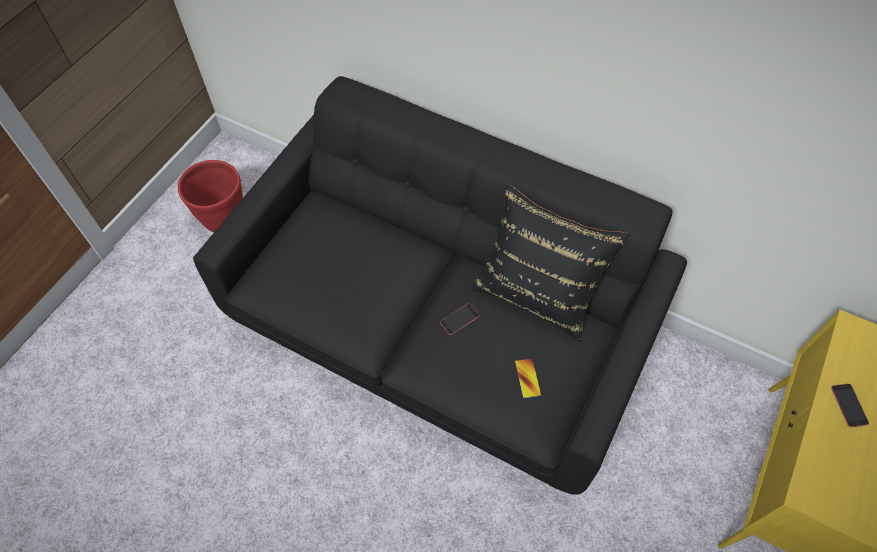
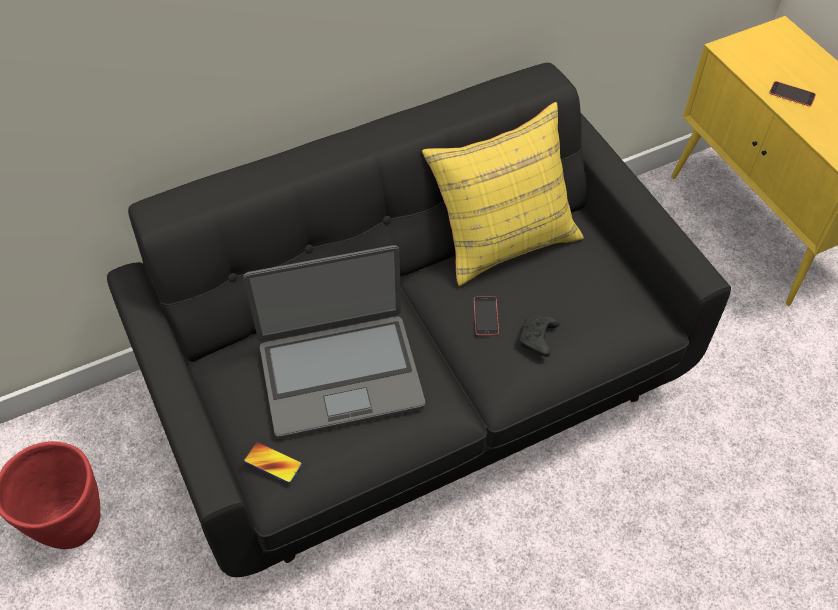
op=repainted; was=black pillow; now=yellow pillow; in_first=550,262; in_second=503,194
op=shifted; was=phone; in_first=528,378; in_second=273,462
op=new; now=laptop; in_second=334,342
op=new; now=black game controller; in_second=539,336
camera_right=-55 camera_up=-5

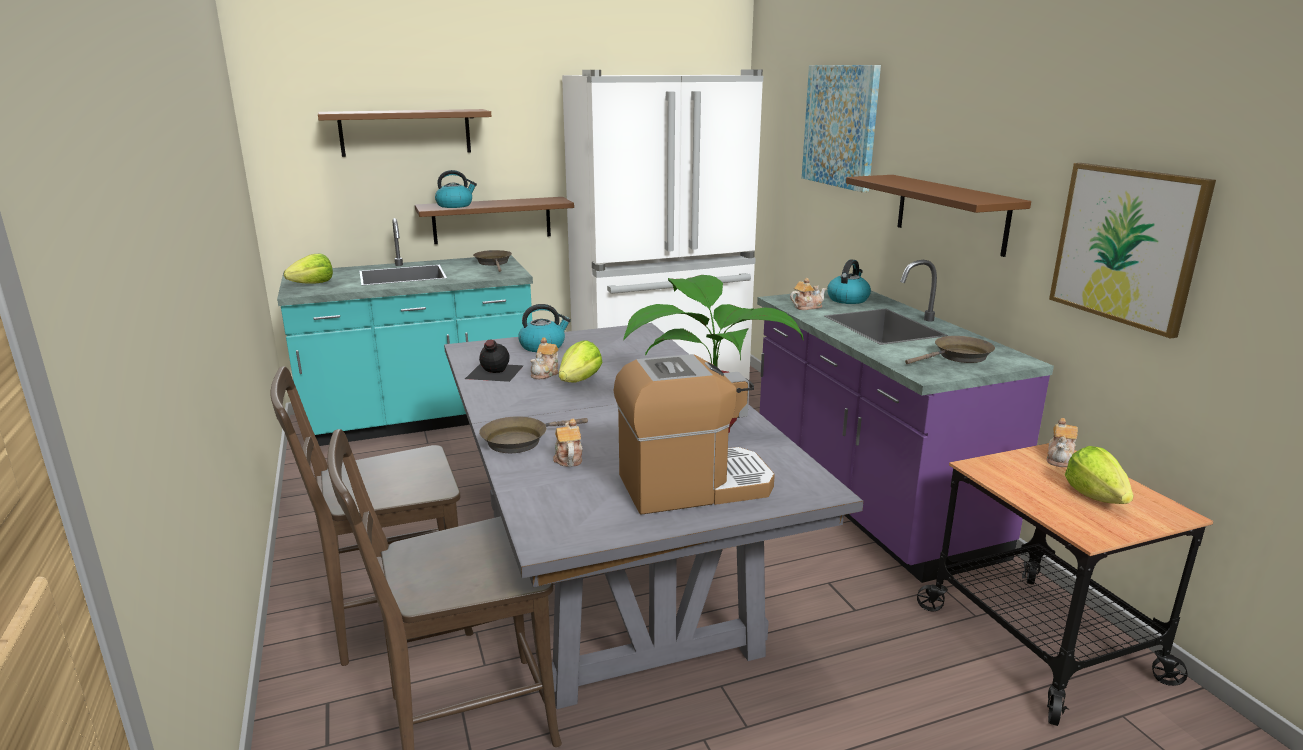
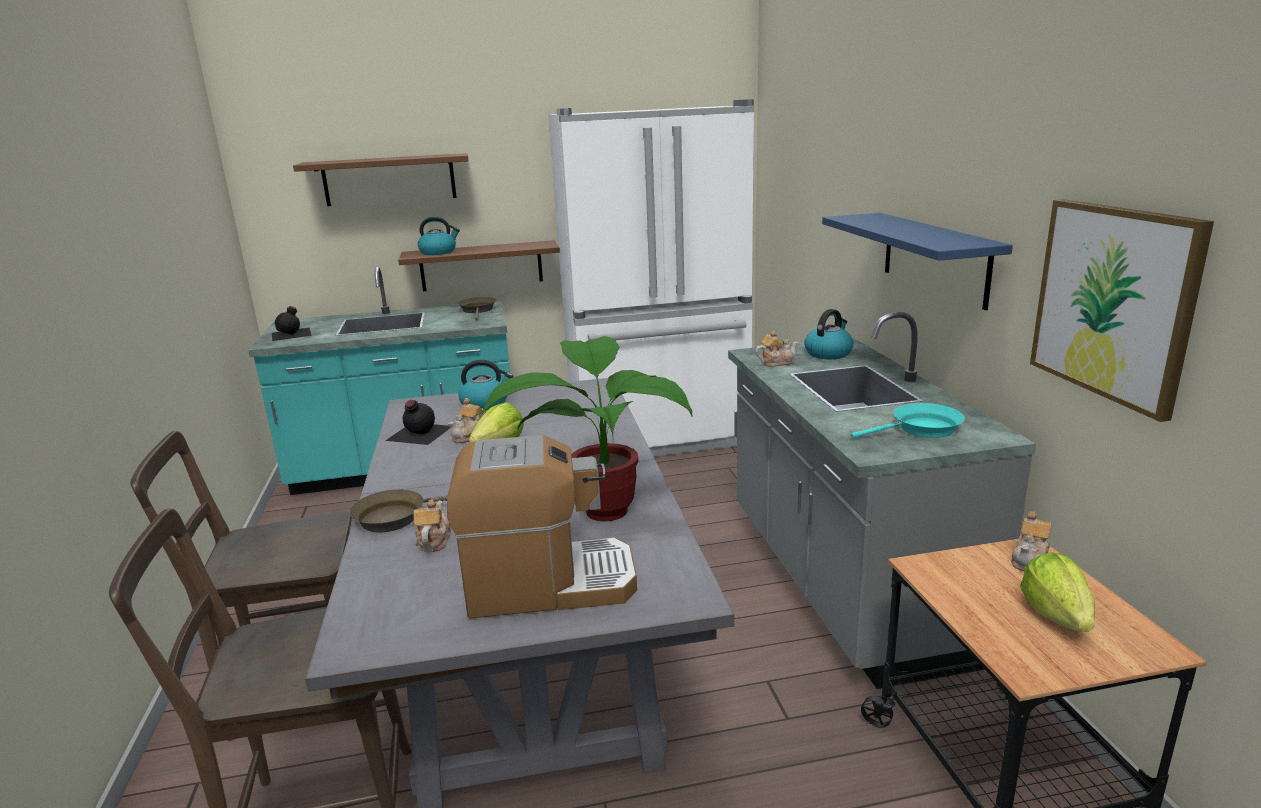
op=swapped; was=lettuce; now=black bottle; in_first=308,269; in_second=292,323
op=repainted; was=purple counter; now=grey counter; in_first=905,421; in_second=882,500
op=gone; was=picture; in_first=841,129
op=repainted; was=brown shelf; now=blue shelf; in_first=938,216; in_second=917,261
op=repainted; was=brown frying pan; now=turquoise frying pan; in_first=950,350; in_second=908,420
camera_right=10 camera_up=0

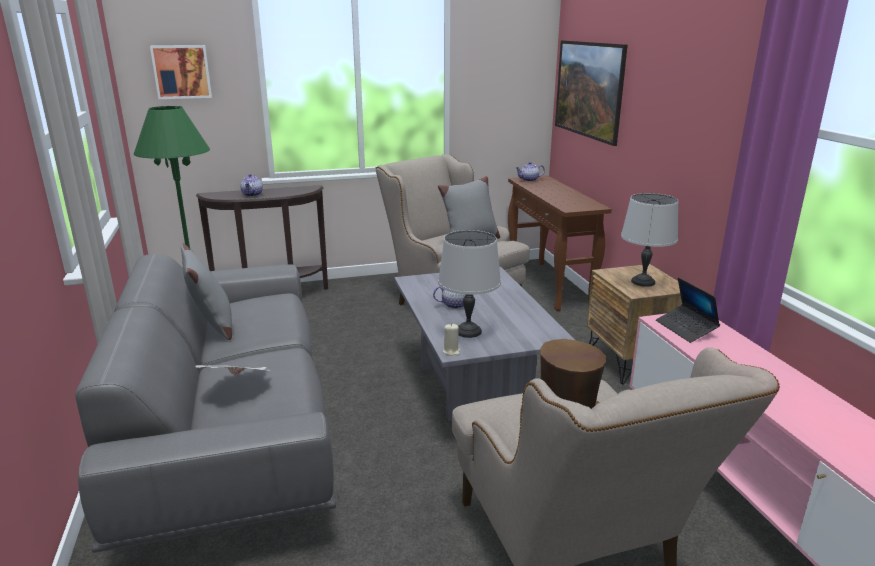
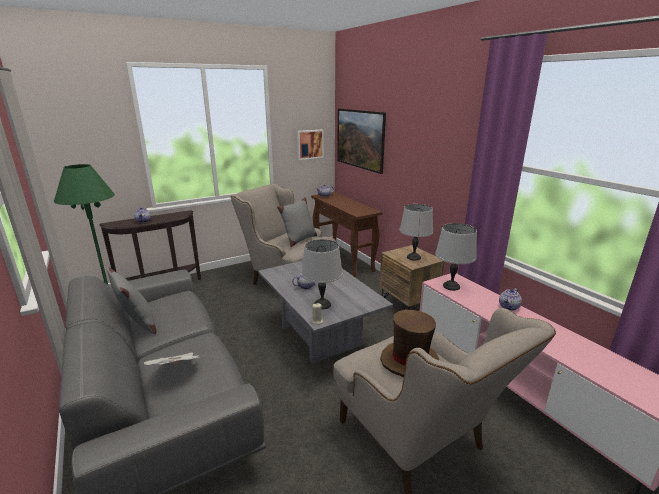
op=shifted; was=picture; in_first=181,72; in_second=310,144
op=swapped; was=laptop; now=grey table lamp; in_first=688,310; in_second=456,257
op=new; now=teapot; in_second=510,299
camera_right=-15 camera_up=0

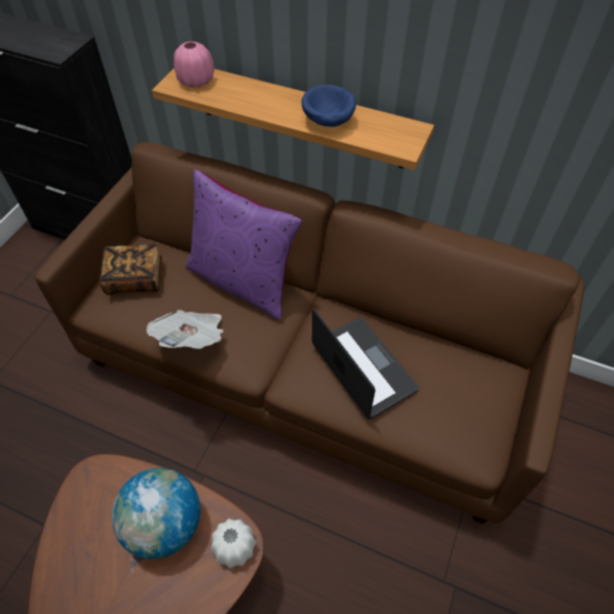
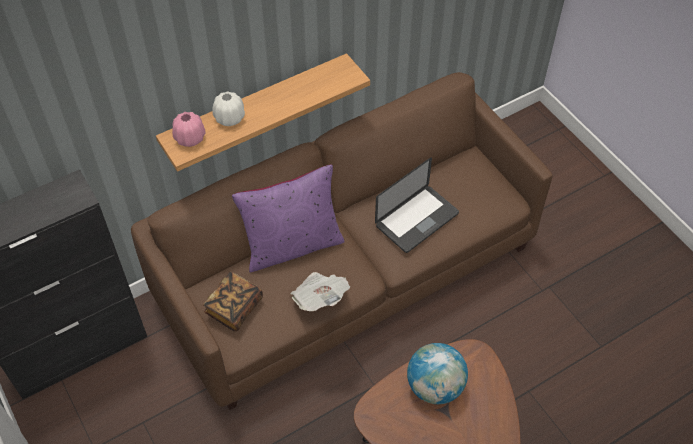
op=shifted; was=white vase; in_first=233,544; in_second=228,109
op=gone; was=blue bowl; in_first=329,105
op=rotated; was=laptop; in_first=365,363; in_second=417,205; clockwise=135
camera_right=-55 camera_up=0

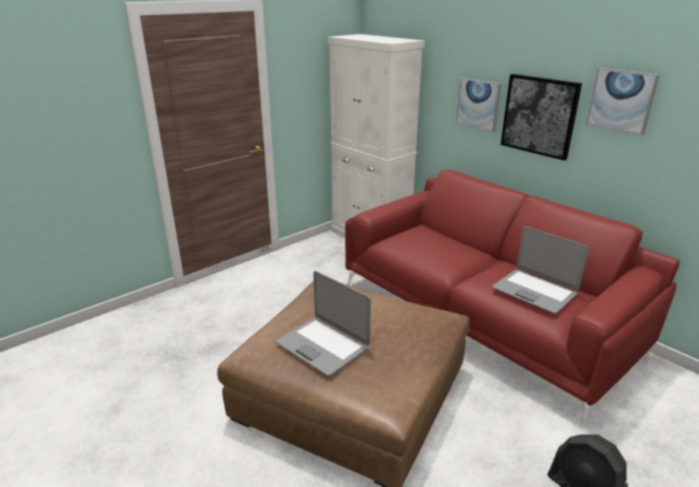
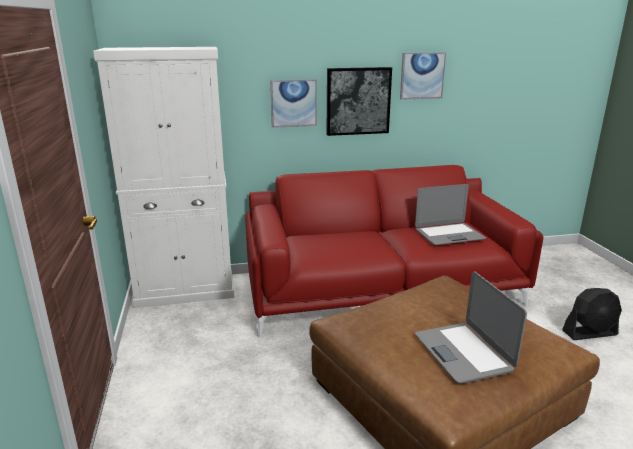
op=rotated; was=laptop; in_first=323,323; in_second=471,327; clockwise=90
camera_right=-60 camera_up=-5

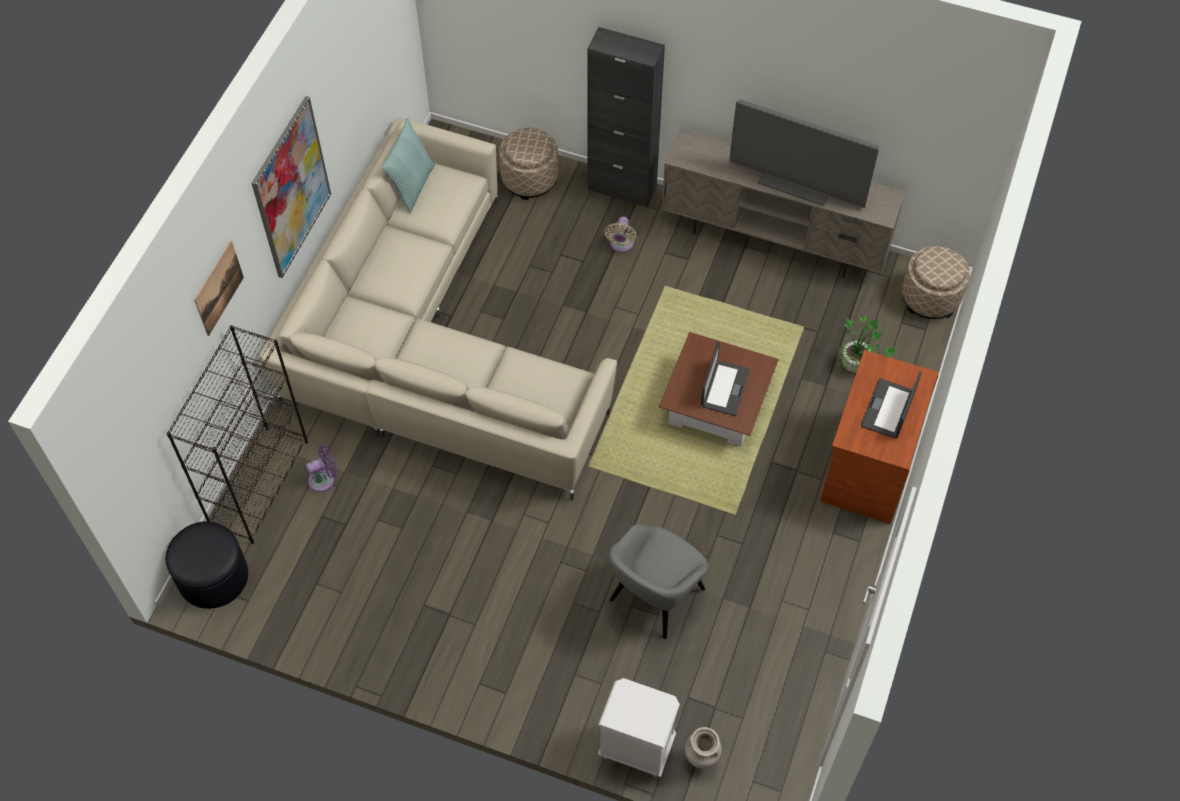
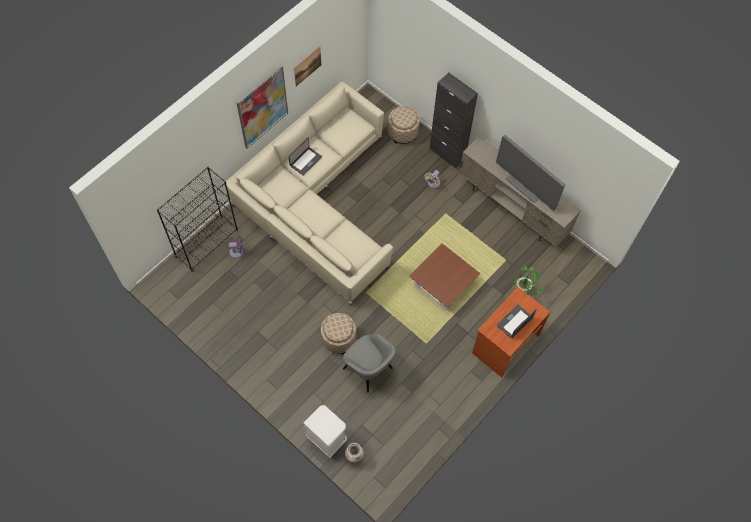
op=gone; was=black ottoman; in_first=207,565
op=shifted; was=picture; in_first=219,288; in_second=307,66
op=gone; was=pillow; in_first=408,165
op=rotated; was=grey armchair; in_first=658,581; in_second=369,363; clockwise=-105
op=shifted; was=laptop; in_first=725,379; in_second=305,157
op=shifted; was=beige ottoman; in_first=936,282; in_second=338,333
camera_right=20 camera_up=5

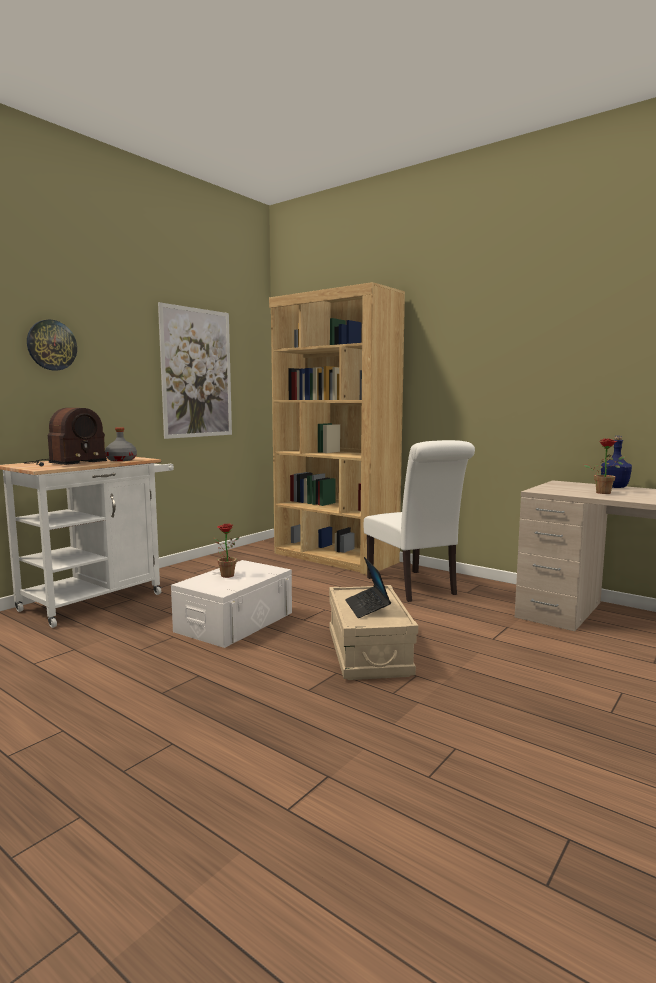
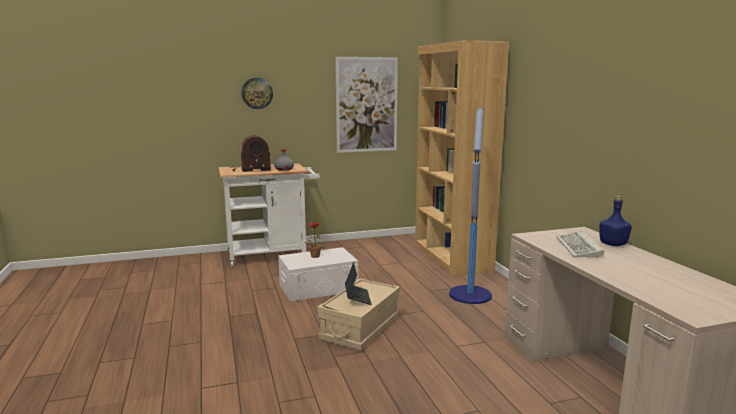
op=rotated; was=laptop; in_first=368,587; in_second=358,283; clockwise=150
op=swapped; was=white chair; now=floor lamp; in_first=419,521; in_second=470,206
op=swapped; was=potted plant; now=keyboard; in_first=604,466; in_second=580,244
camera_right=35 camera_up=5

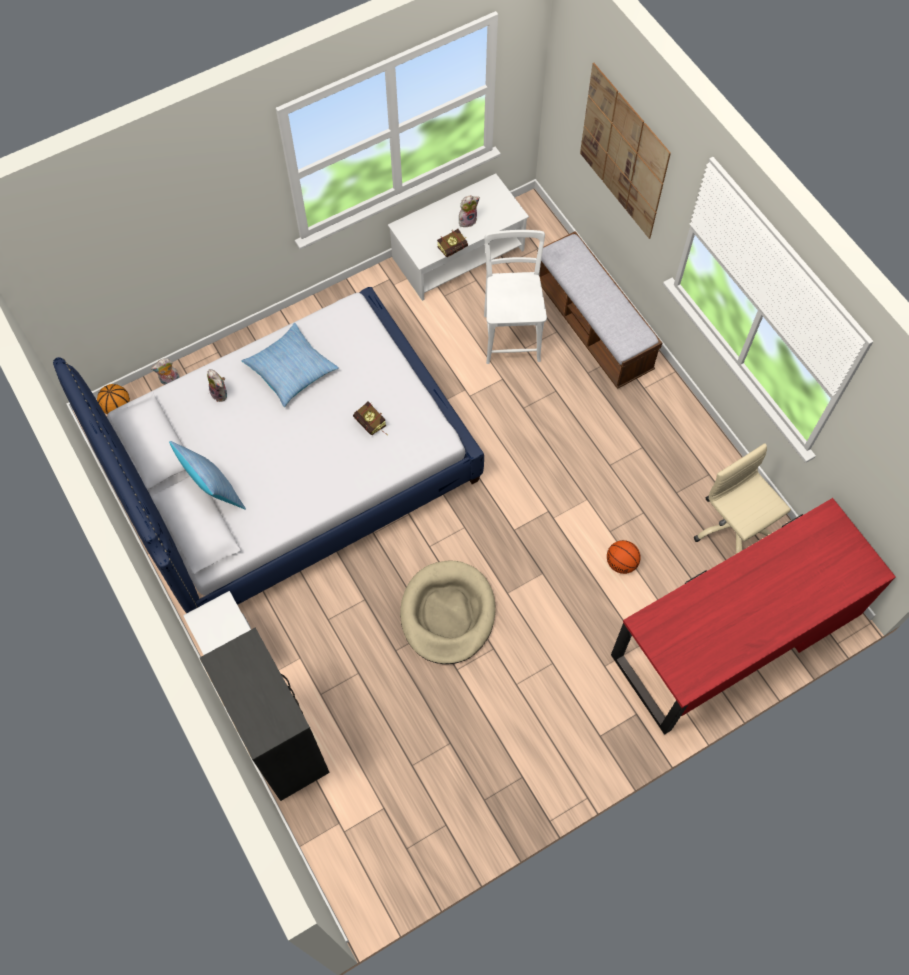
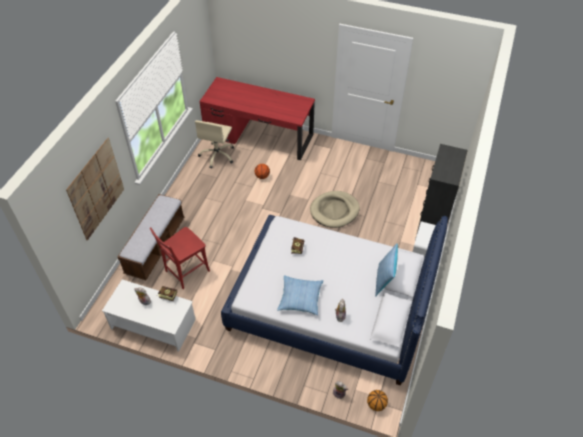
op=repainted; was=white chair; now=red chair; in_first=515,297; in_second=180,258
camera_right=-130 camera_up=-15

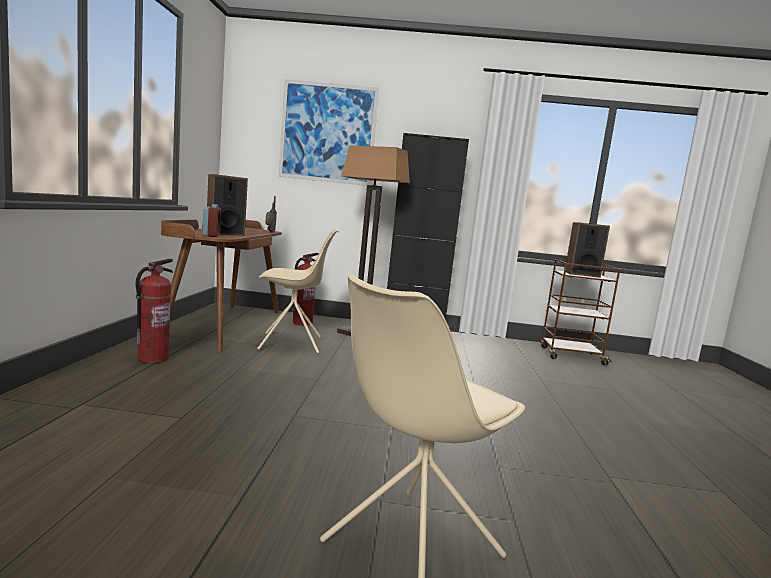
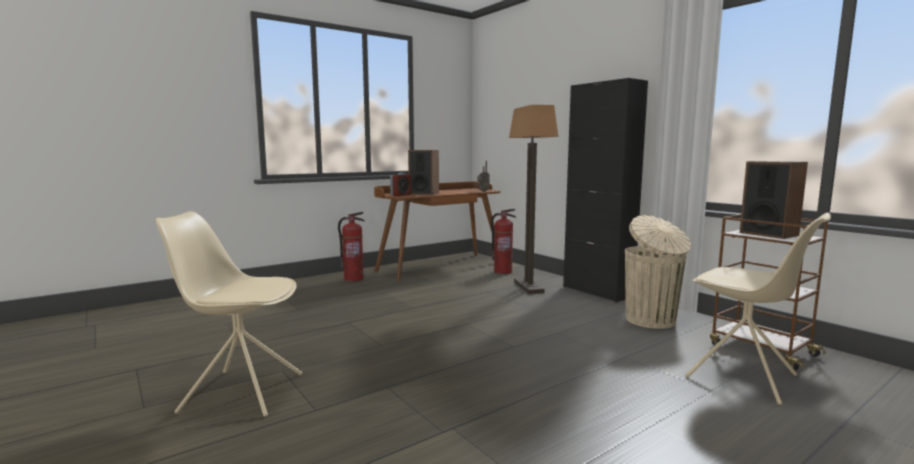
op=shifted; was=beige chair; in_first=298,291; in_second=758,309
op=gone; was=picture; in_first=328,132
op=new; now=beige trash can; in_second=658,272
camera_right=50 camera_up=0

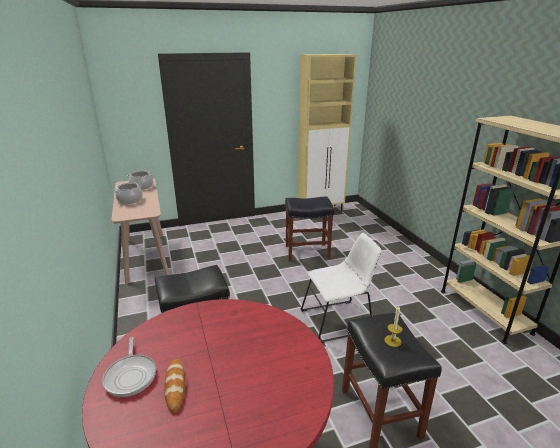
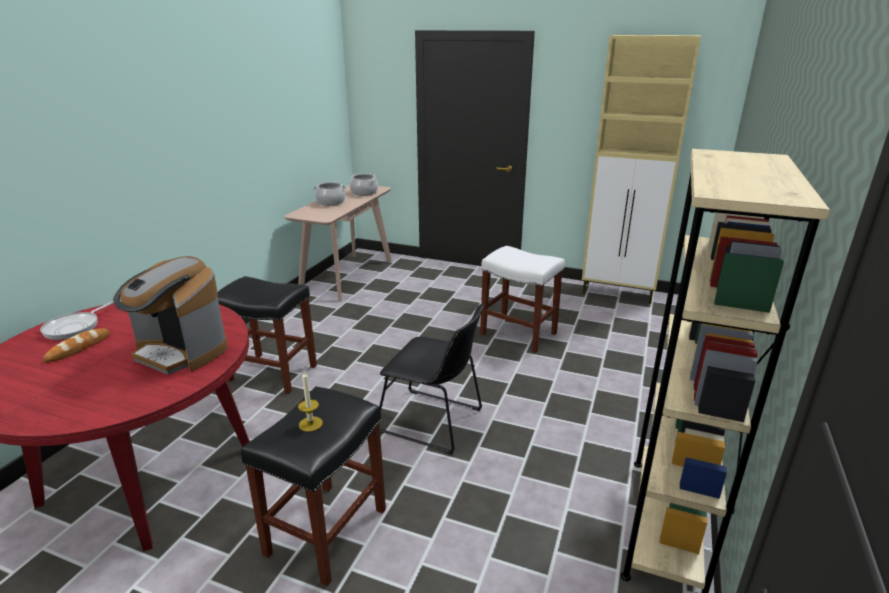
op=repainted; was=black stool; now=white stool; in_first=309,229; in_second=522,299
op=repainted; was=white chair; now=black chair; in_first=341,288; in_second=431,379
op=new; now=coffee machine; in_second=170,315
camera_right=40 camera_up=0

